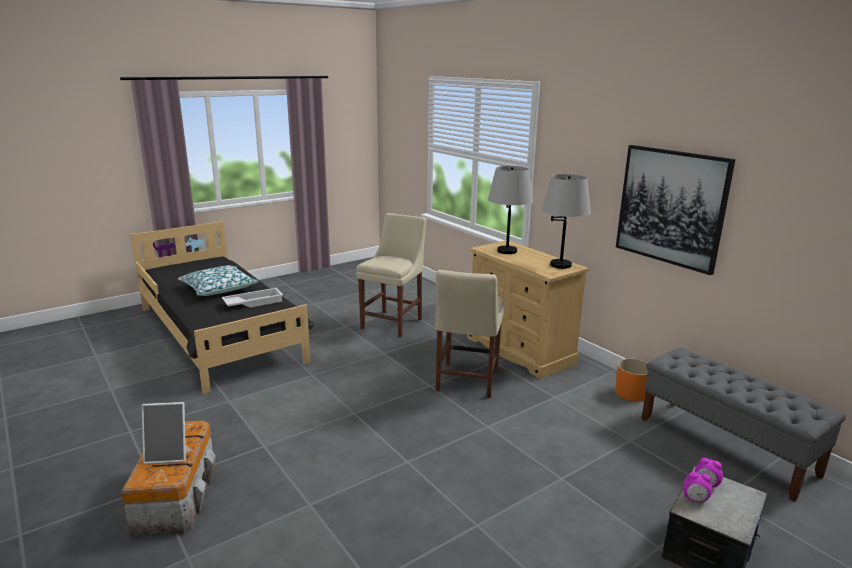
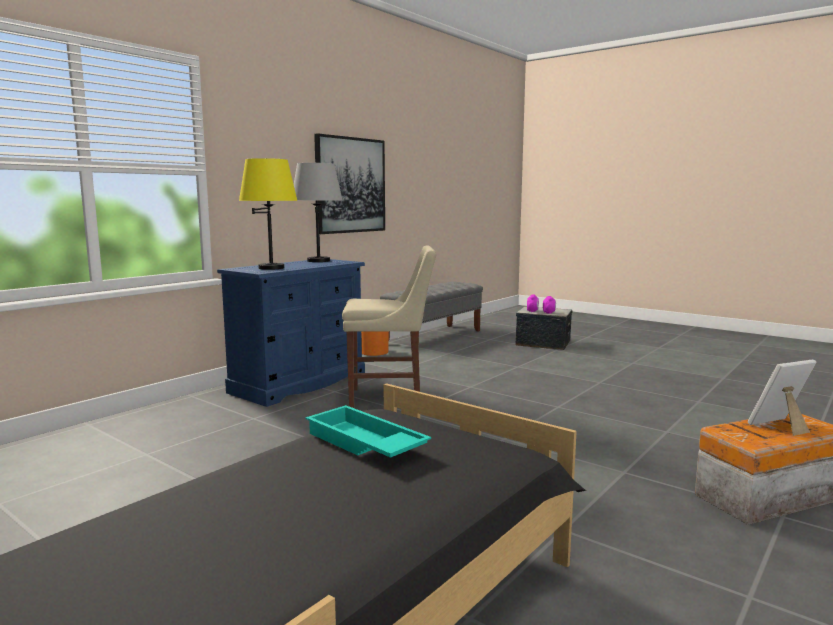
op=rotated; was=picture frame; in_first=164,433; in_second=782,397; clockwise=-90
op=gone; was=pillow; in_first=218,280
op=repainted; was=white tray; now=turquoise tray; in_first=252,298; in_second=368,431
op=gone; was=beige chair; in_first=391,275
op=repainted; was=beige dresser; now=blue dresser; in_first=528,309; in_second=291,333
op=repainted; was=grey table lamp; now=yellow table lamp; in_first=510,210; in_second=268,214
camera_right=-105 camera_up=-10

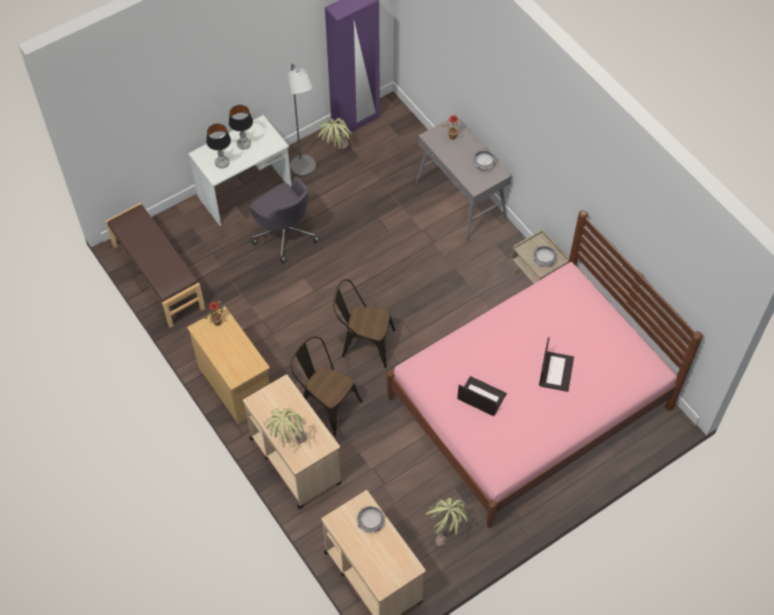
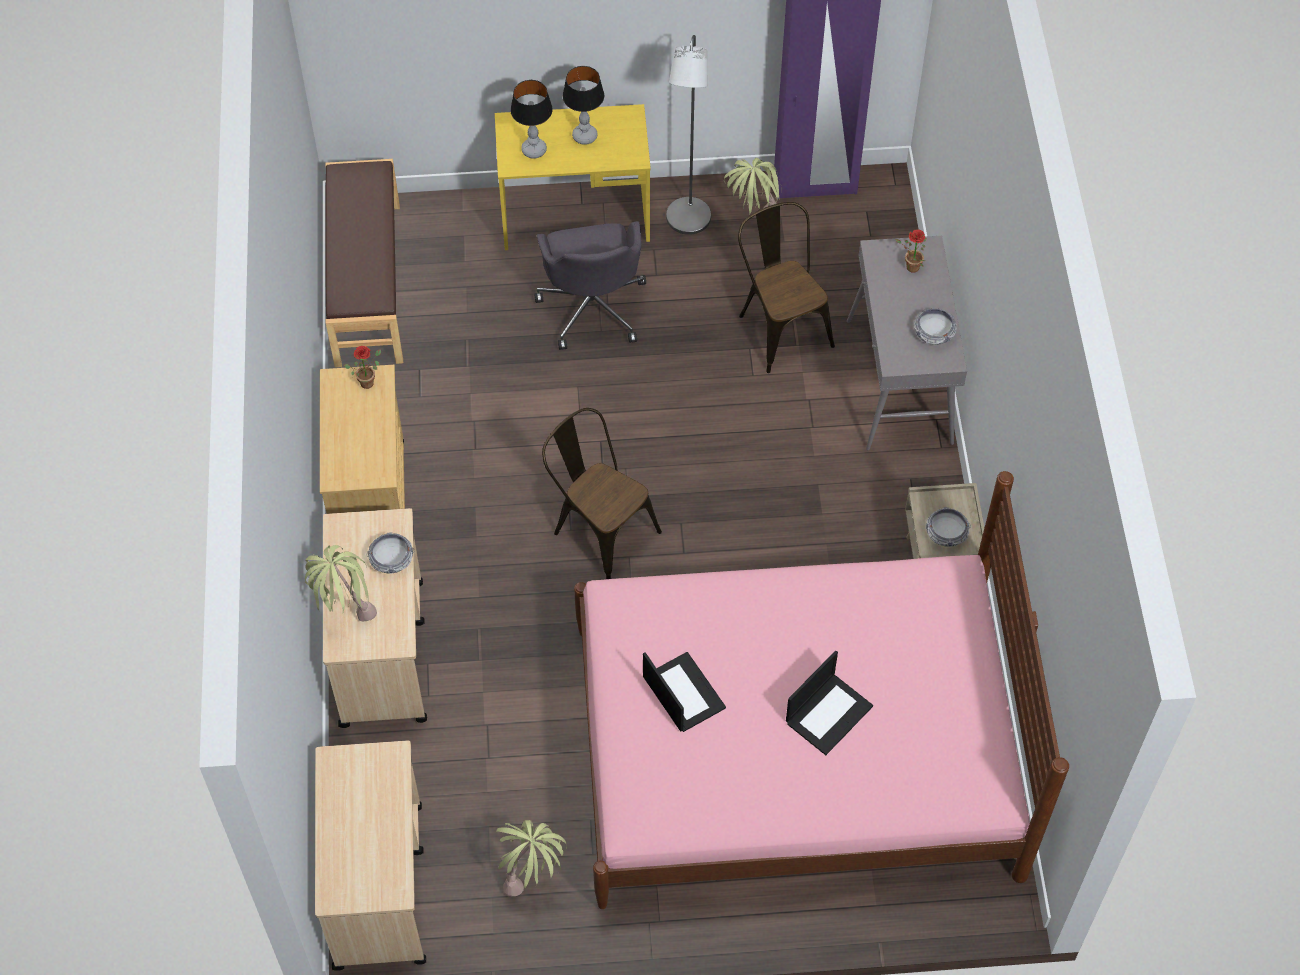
op=repainted; was=white desk; now=yellow desk; in_first=239,170; in_second=573,177
op=shifted; was=brown chair; in_first=326,386; in_second=786,287
op=shifted; was=bowl; in_first=371,519; in_second=390,553
camera_right=30 camera_up=0

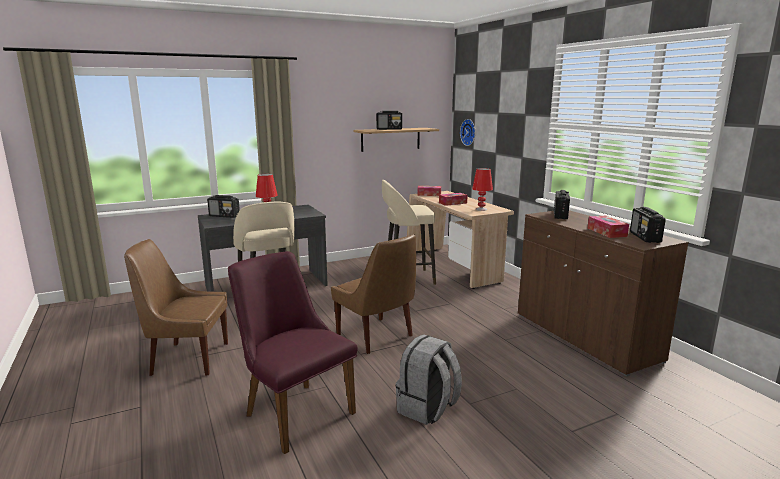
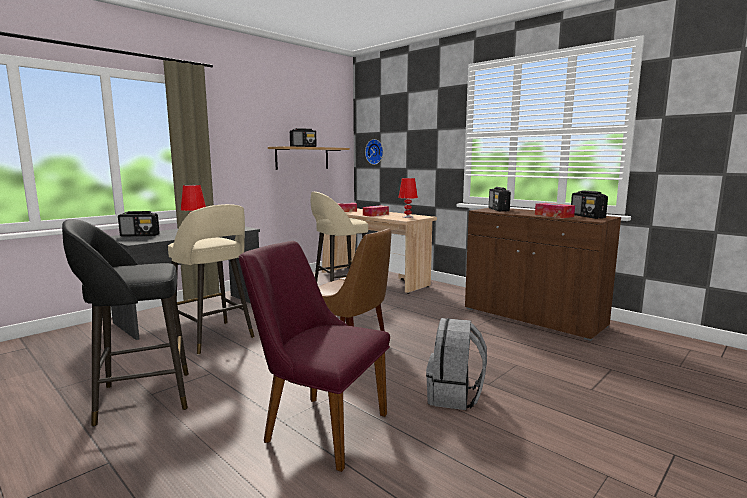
op=swapped; was=brown chair; now=black stool; in_first=176,307; in_second=125,322
camera_right=-20 camera_up=-5

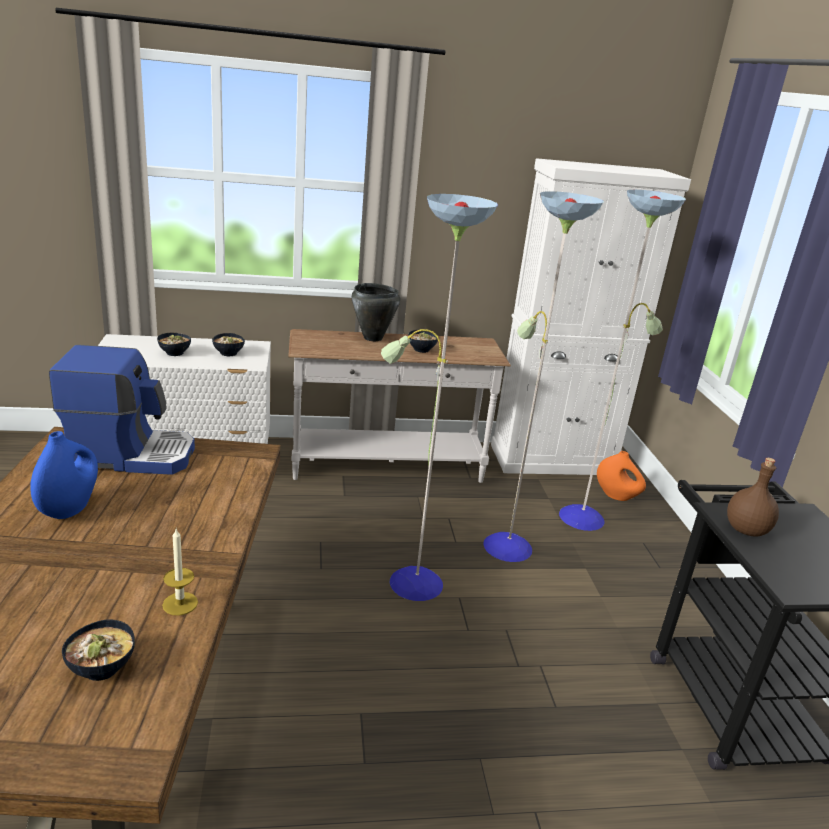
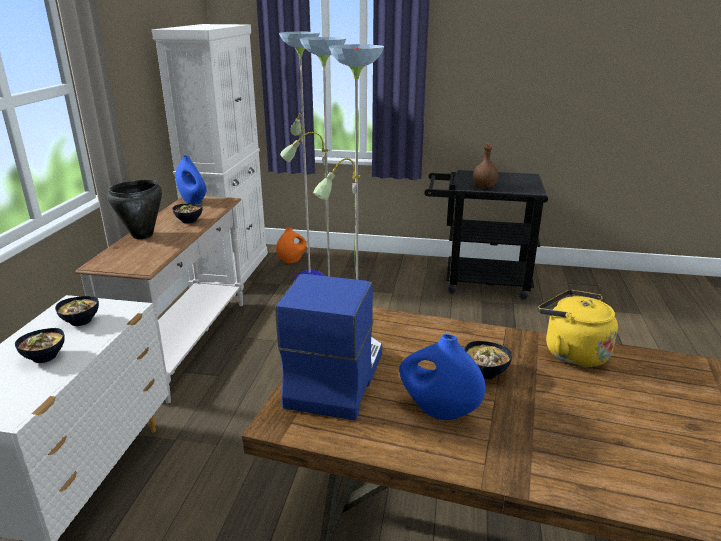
op=shifted; was=bowl; in_first=98,650; in_second=488,360
op=swapped; was=candle; now=yellow kettle; in_first=180,572; in_second=578,328
op=new; now=blue vase; in_second=191,179
camera_right=-70 camera_up=0

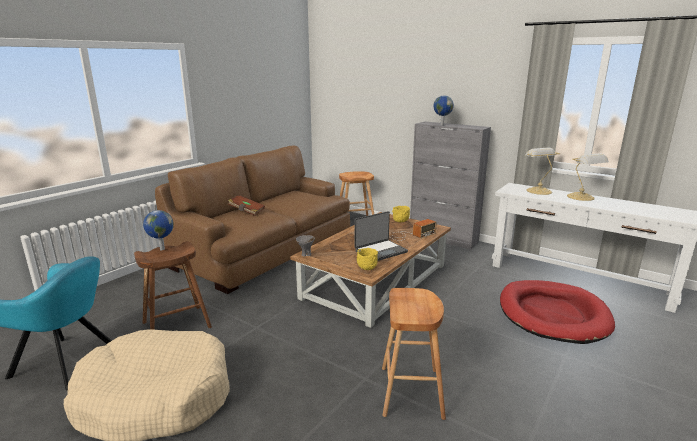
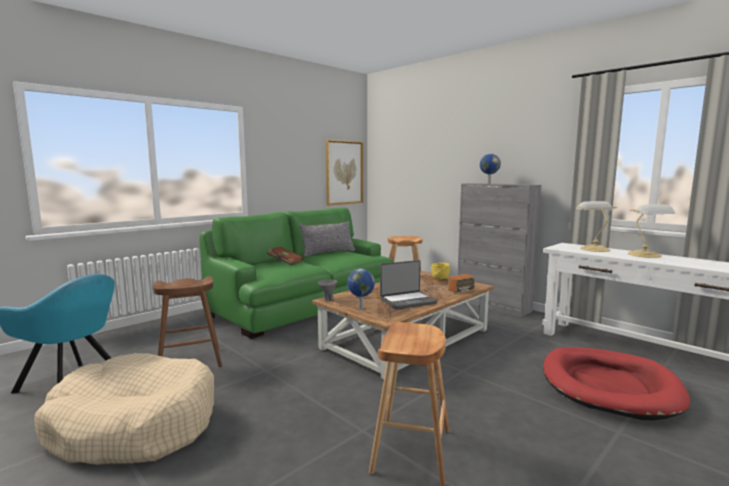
op=shifted; was=globe; in_first=158,230; in_second=361,289
op=repainted; was=brown sofa; now=green sofa; in_first=252,220; in_second=296,273
op=gone; was=yellow bowl; in_first=367,259
op=new; now=grey pillow; in_second=327,239
op=new; now=picture; in_second=344,172
camera_right=10 camera_up=-10

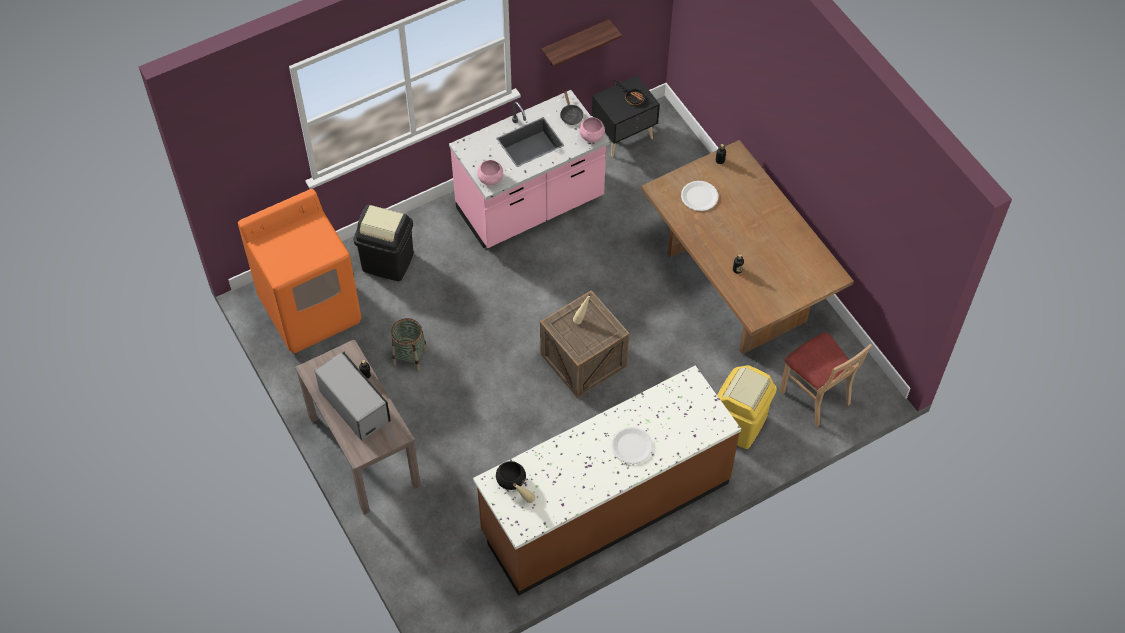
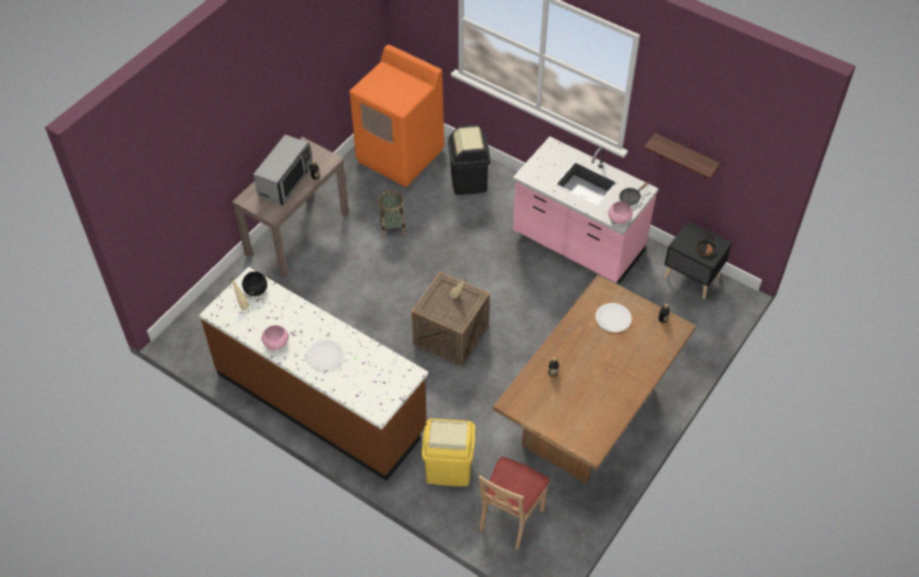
op=shifted; was=pink bowl; in_first=490,172; in_second=275,337
camera_right=65 camera_up=-5

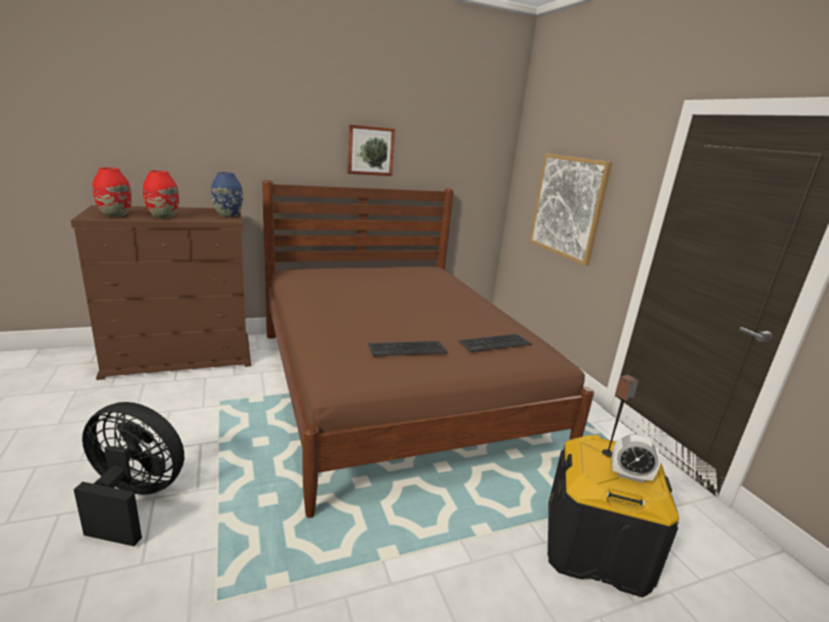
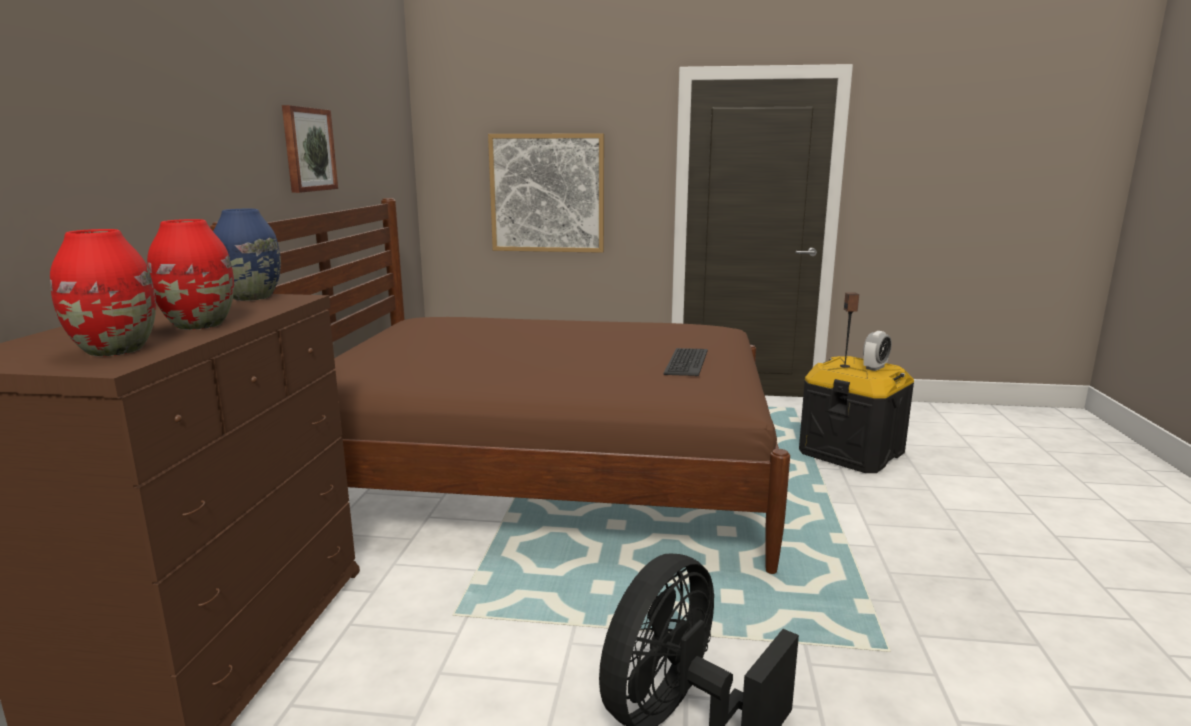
op=gone; was=keyboard; in_first=495,343
camera_right=-60 camera_up=-5

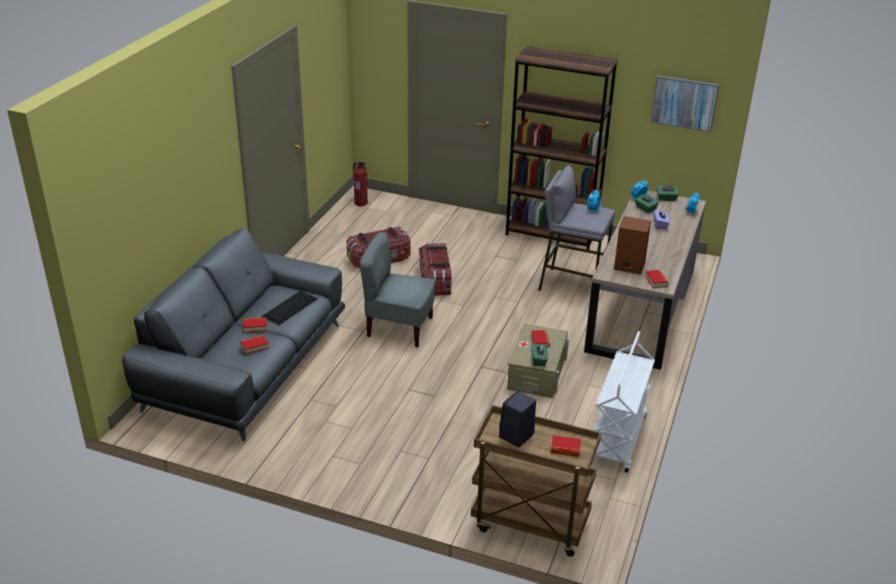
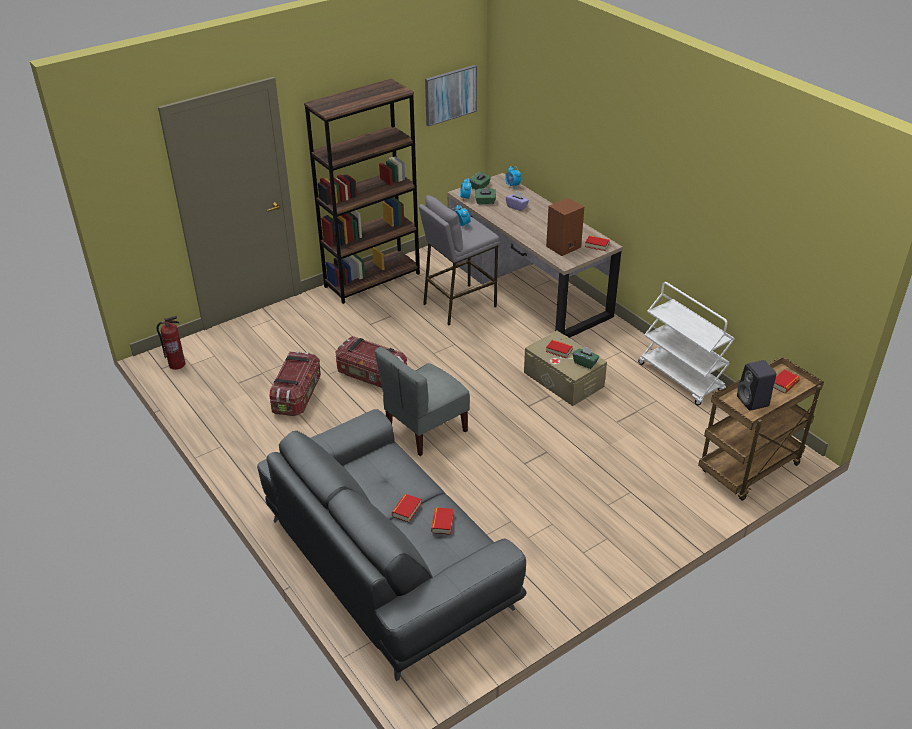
op=gone; was=keyboard; in_first=289,308
camera_right=-55 camera_up=5

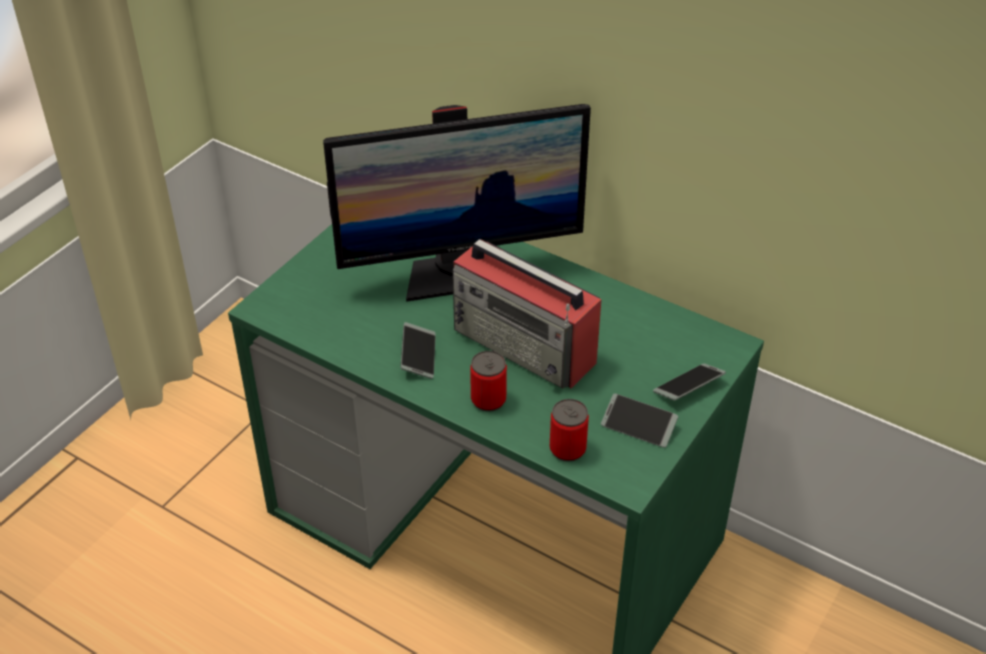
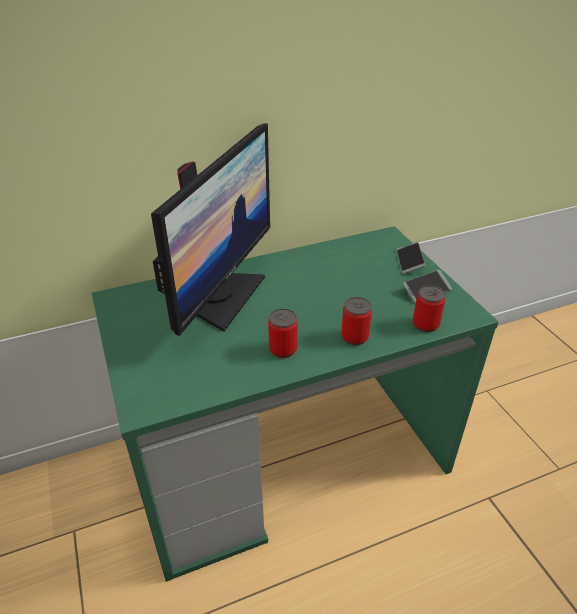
op=swapped; was=phone; now=can; in_first=418,350; in_second=283,333
op=gone; was=radio; in_first=527,314
camera_right=-55 camera_up=-5

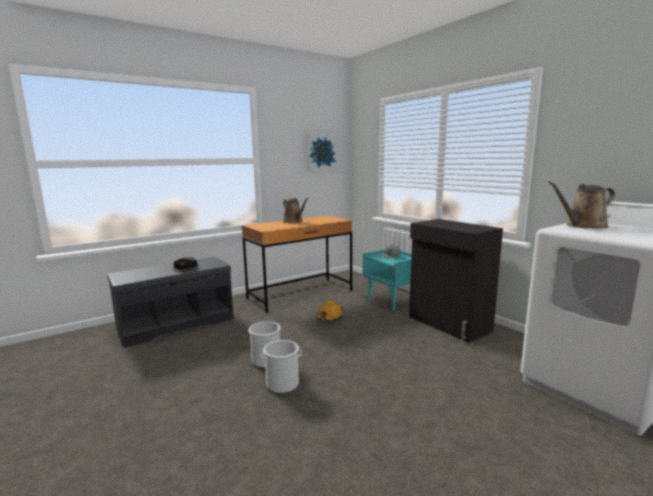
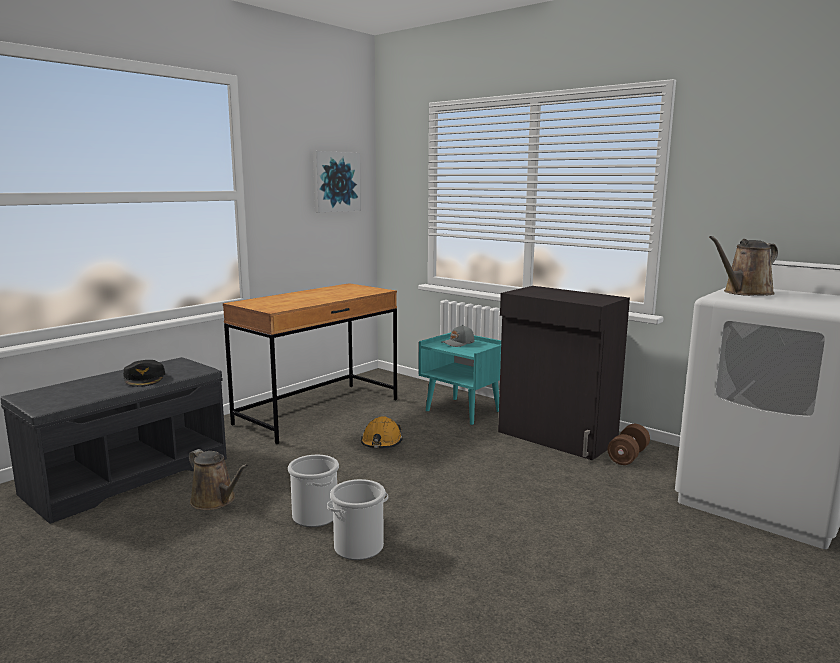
op=shifted; was=brown watering can; in_first=295,210; in_second=218,479
op=new; now=brown dumbbell; in_second=628,444
camera_right=-15 camera_up=0

